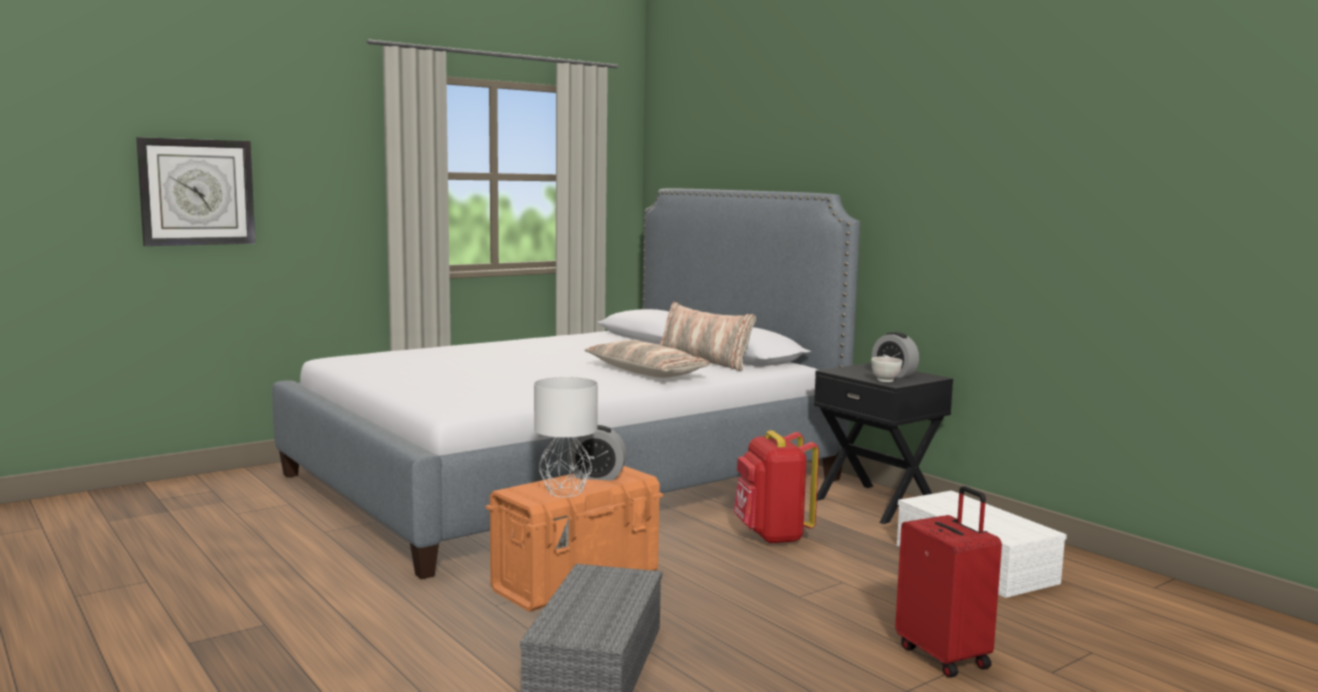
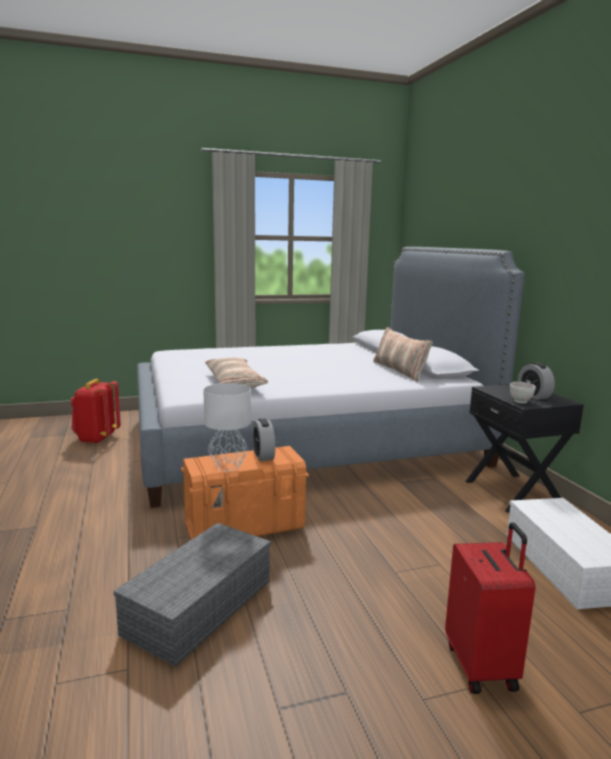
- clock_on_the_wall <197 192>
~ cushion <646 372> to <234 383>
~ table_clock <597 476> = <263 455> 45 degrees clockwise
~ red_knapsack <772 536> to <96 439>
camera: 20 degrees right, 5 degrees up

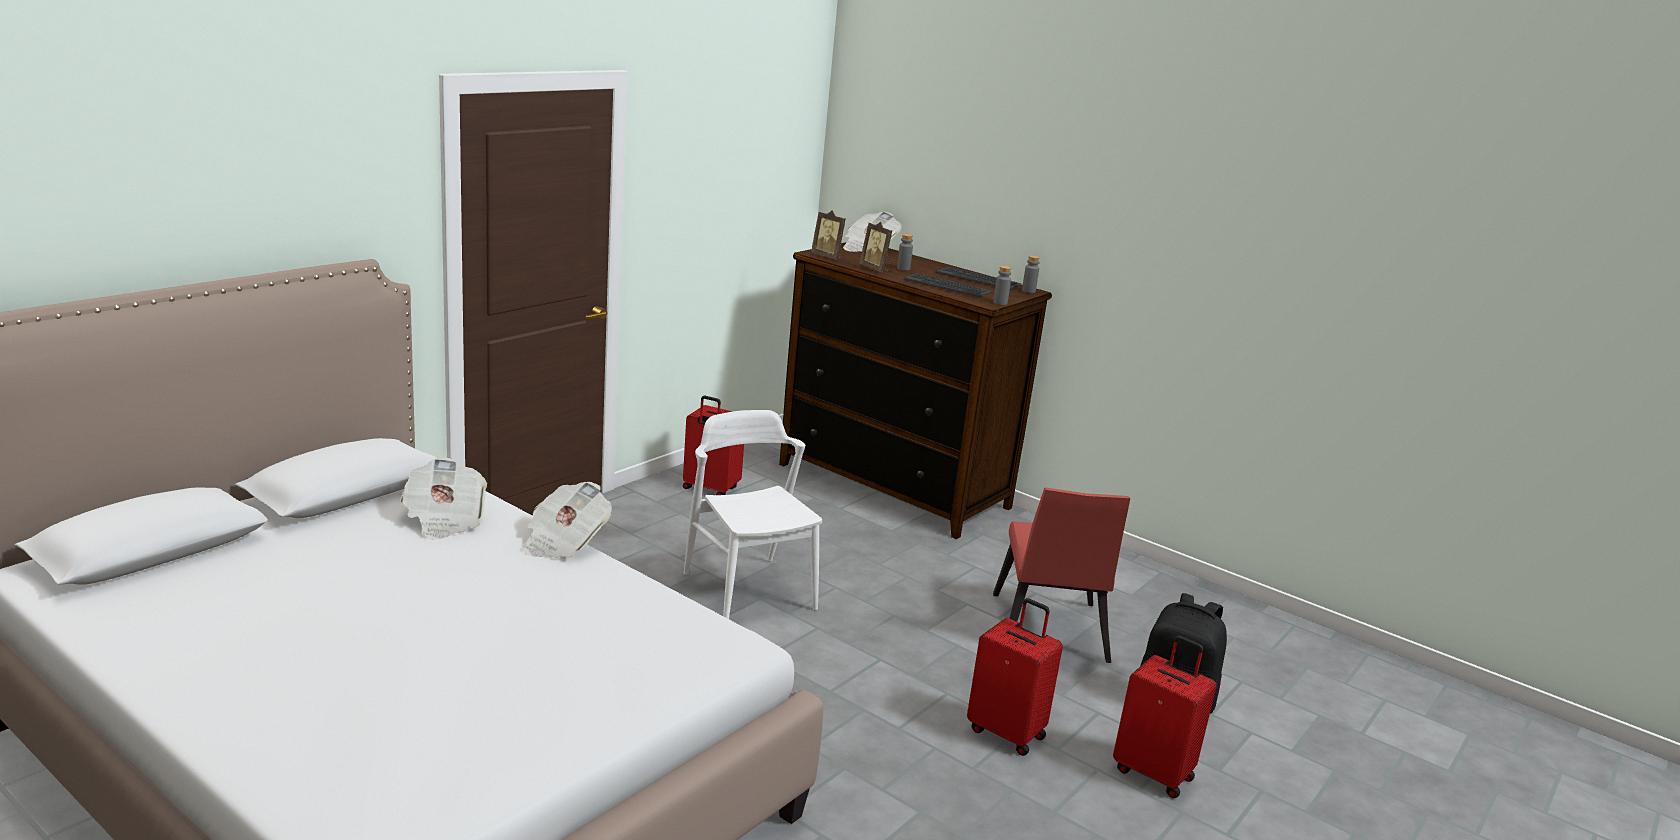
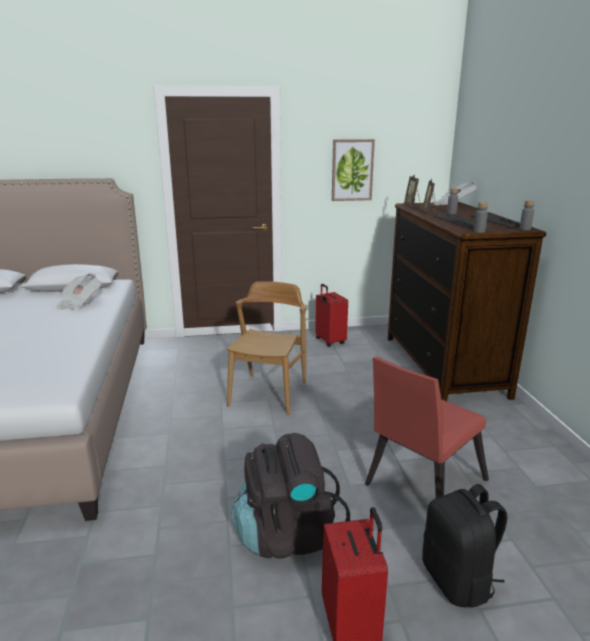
~ whitish_plain_chair <749 591> to brownish_plain_chair <269 394>
- printed_paper <564 542>
~ red_piece_of_luggage <1007 732> to blackish_knapsack <287 535>
+ wall_art <352 170>
camera: 45 degrees right, 0 degrees up

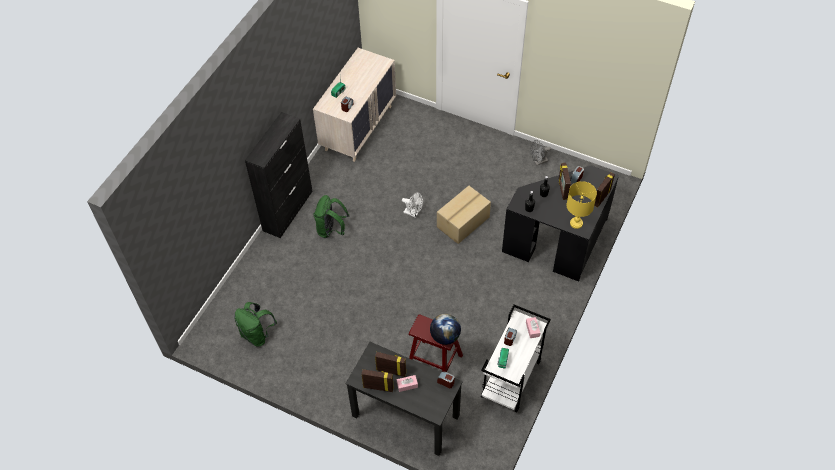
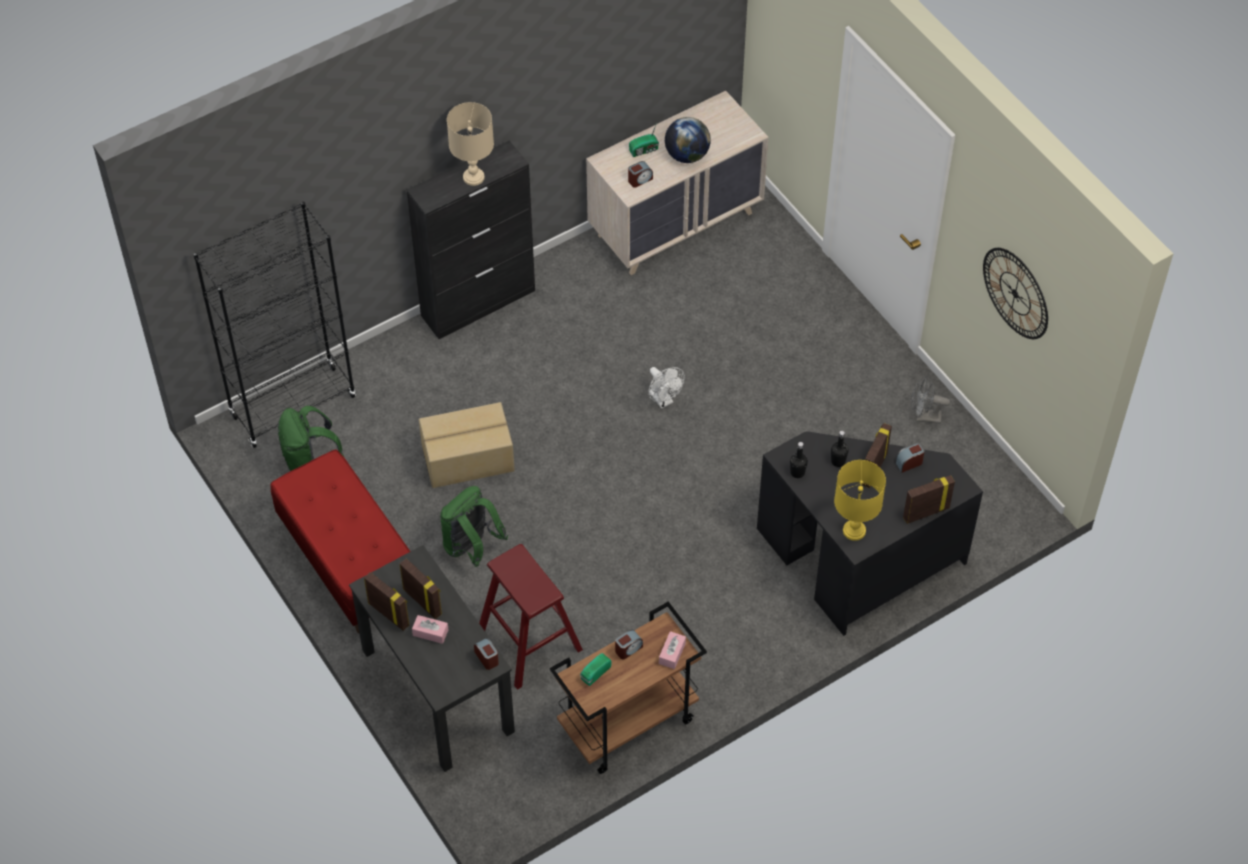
~ carton <463 222> to <468 459>
~ green-coloured_knapsack <331 230> to <471 547>
~ whitish_cart <511 380> to brownish_cart <627 724>
~ globe <445 336> to <686 155>
+ beige-coloured_lamp_for_a_table <474 177>
+ blackish_shelving_unit <293 406>
+ clock_on_the_wall <1015 293>
+ red_long_seat <349 562>
camera: 30 degrees right, 0 degrees up

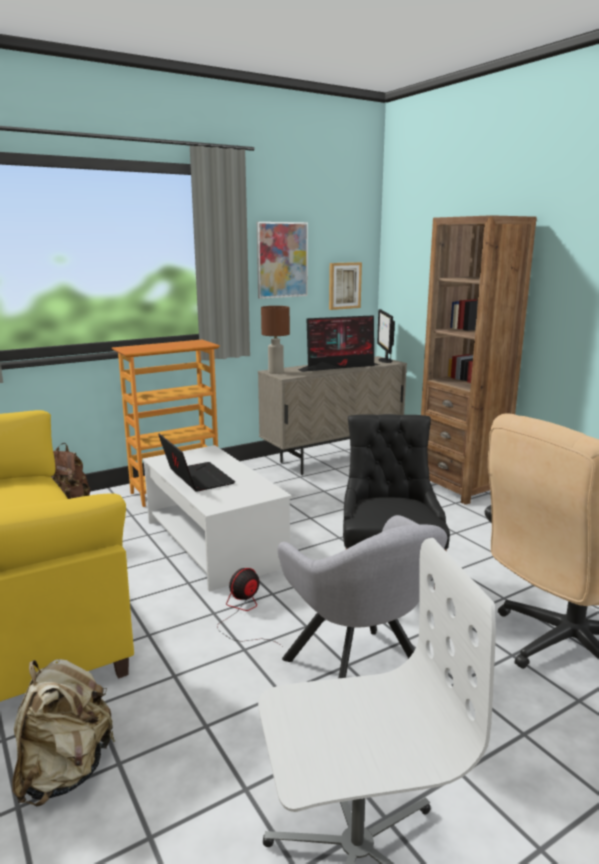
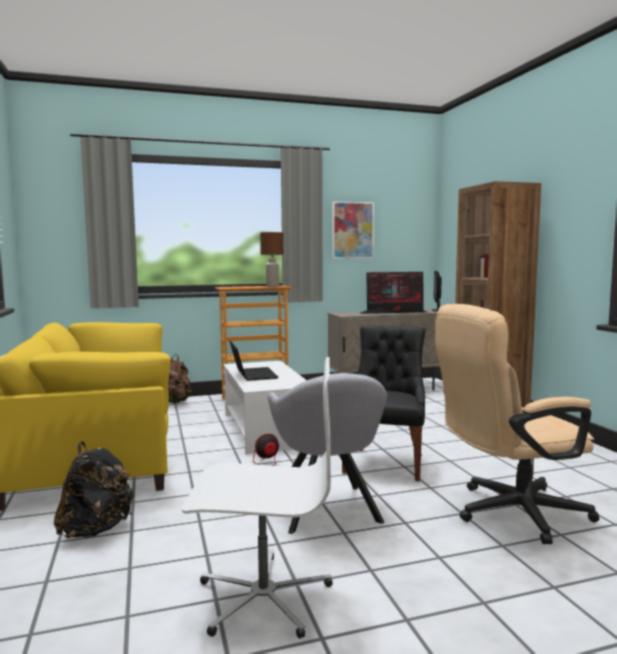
- wall_art <344 285>
~ brownish_lamp_for_a_table <275 372> to <272 286>
~ beige-coloured_knapsack <65 771> to blackish_knapsack <96 529>
camera: 15 degrees right, 10 degrees down

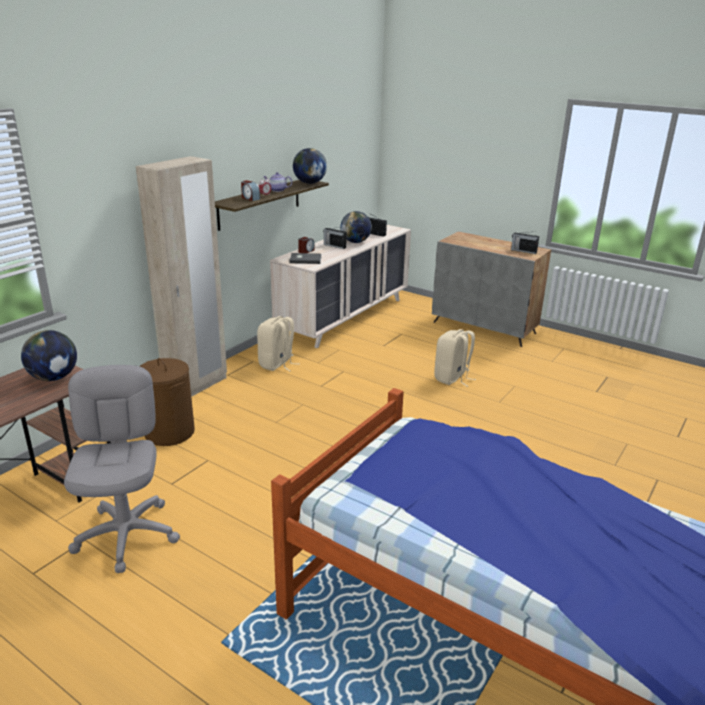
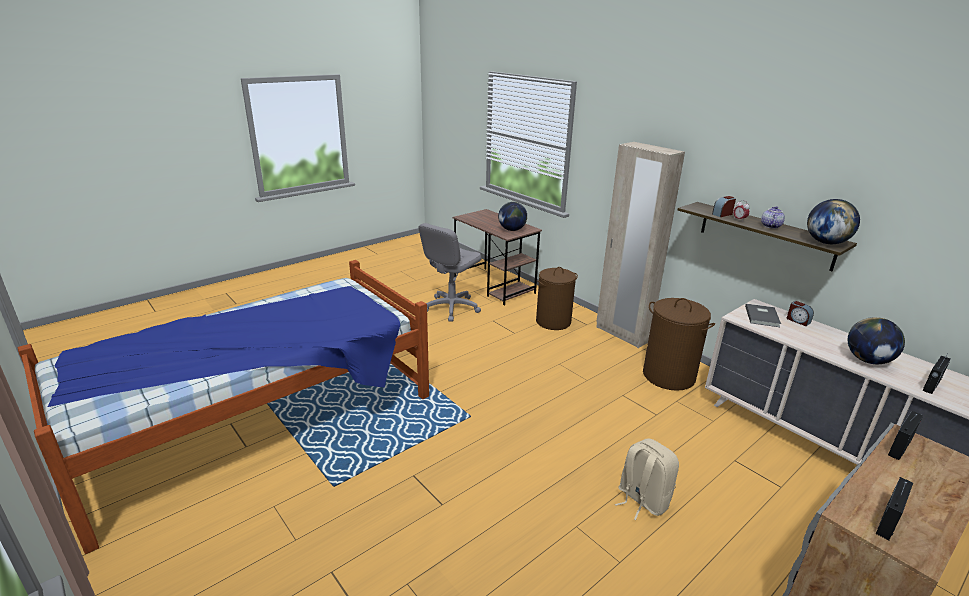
~ radio_receiver <334 246> to <900 447>
~ beige-coloured_knapsack <277 364> to brownish_laundry_basket <668 376>
~ gray_office_chair <127 535> = <451 308> 120 degrees clockwise
camera: 105 degrees right, 0 degrees up

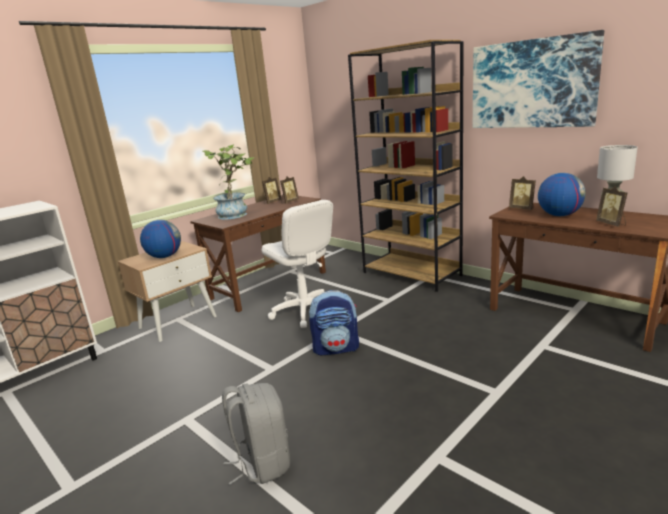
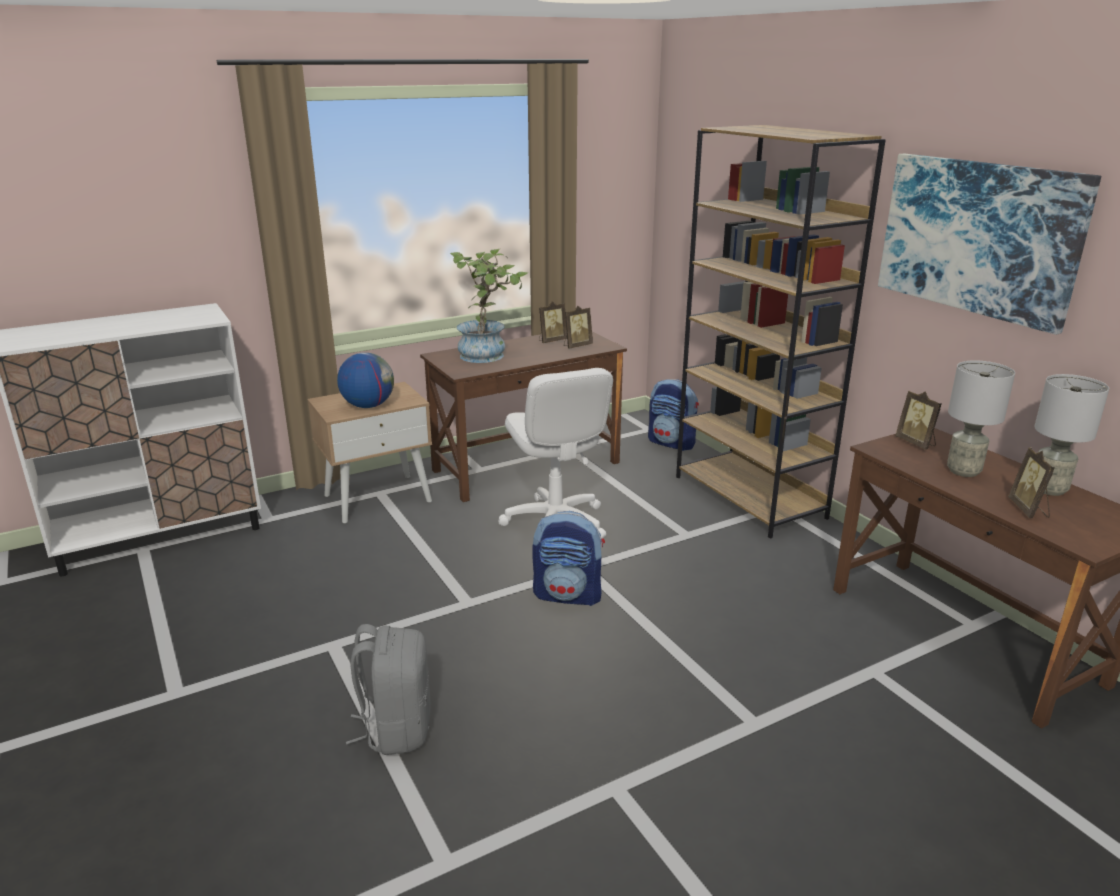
~ globe <559 215> to gray_lamp_for_a_table <962 471>
+ knapsack <672 443>
camera: 15 degrees right, 5 degrees up

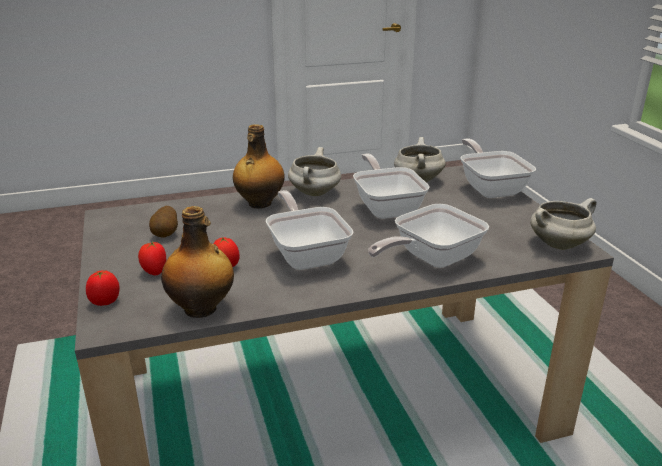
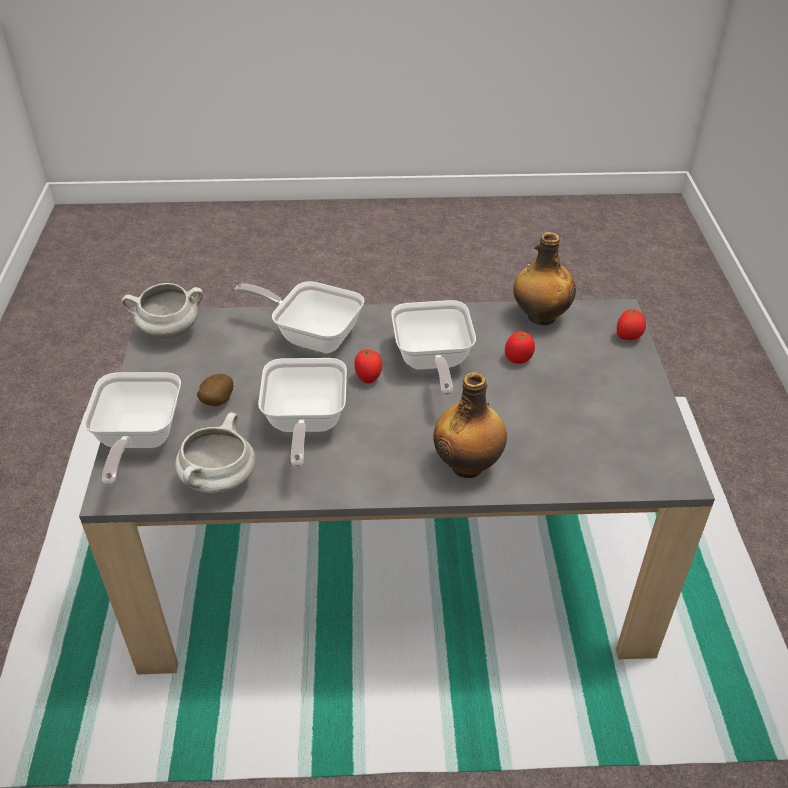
- whitish_cooking_pot <315 193>
~ frying_pan <430 259> = <311 335> 135 degrees counterclockwise
~ spud <166 234> to <216 402>
~ tomato <154 272> to <368 378>
camera: 165 degrees left, 15 degrees up

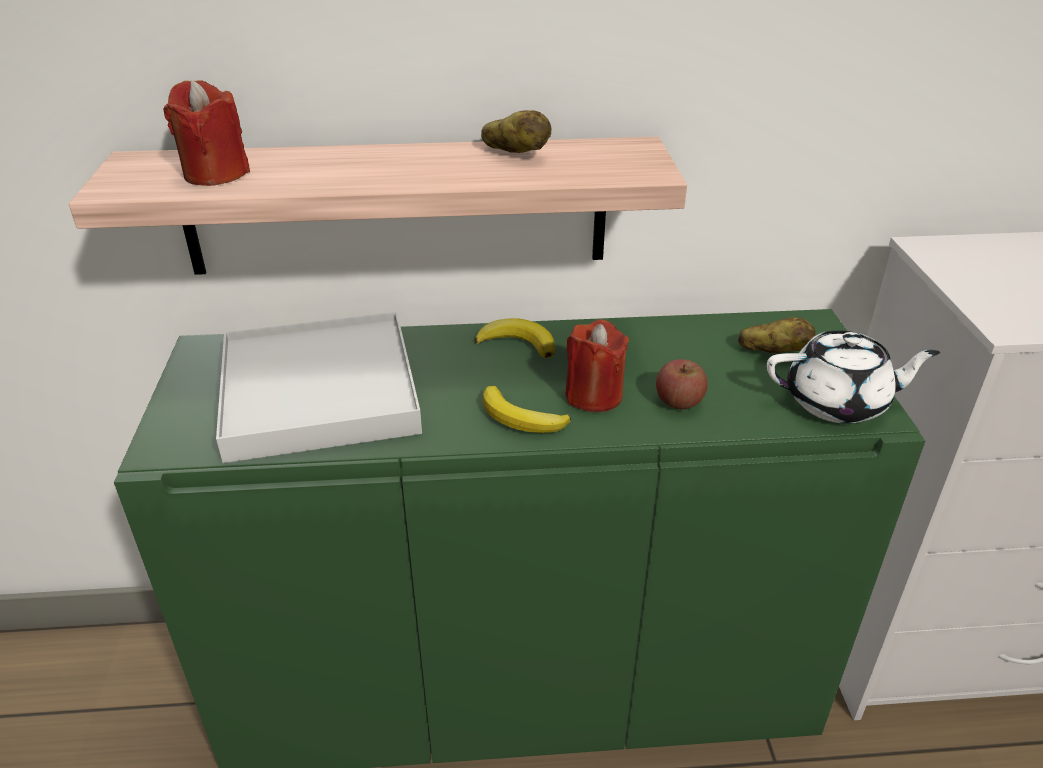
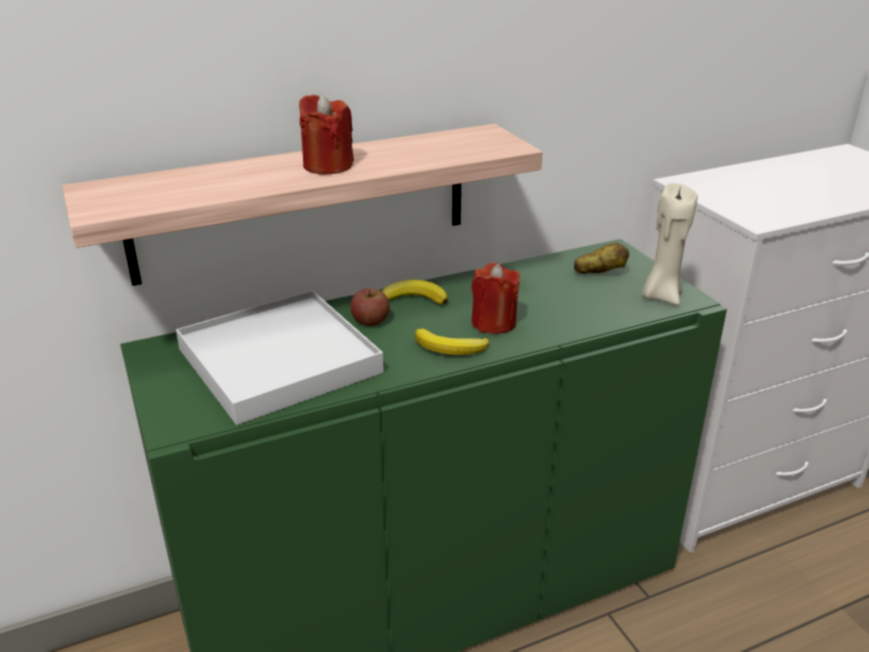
~ red_candle <215 173> to <328 166>
- spud <516 154>
~ whitish_tea_pot <838 402> to beige-coloured_candle <661 296>
~ apple <679 401> to <370 321>
camera: 20 degrees left, 5 degrees down

